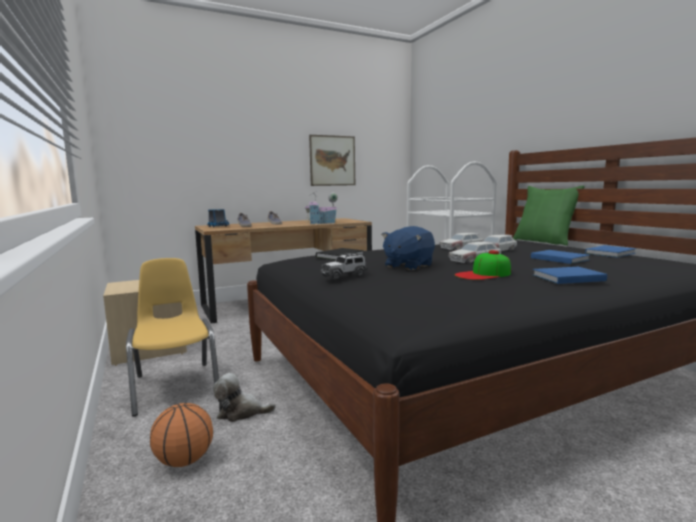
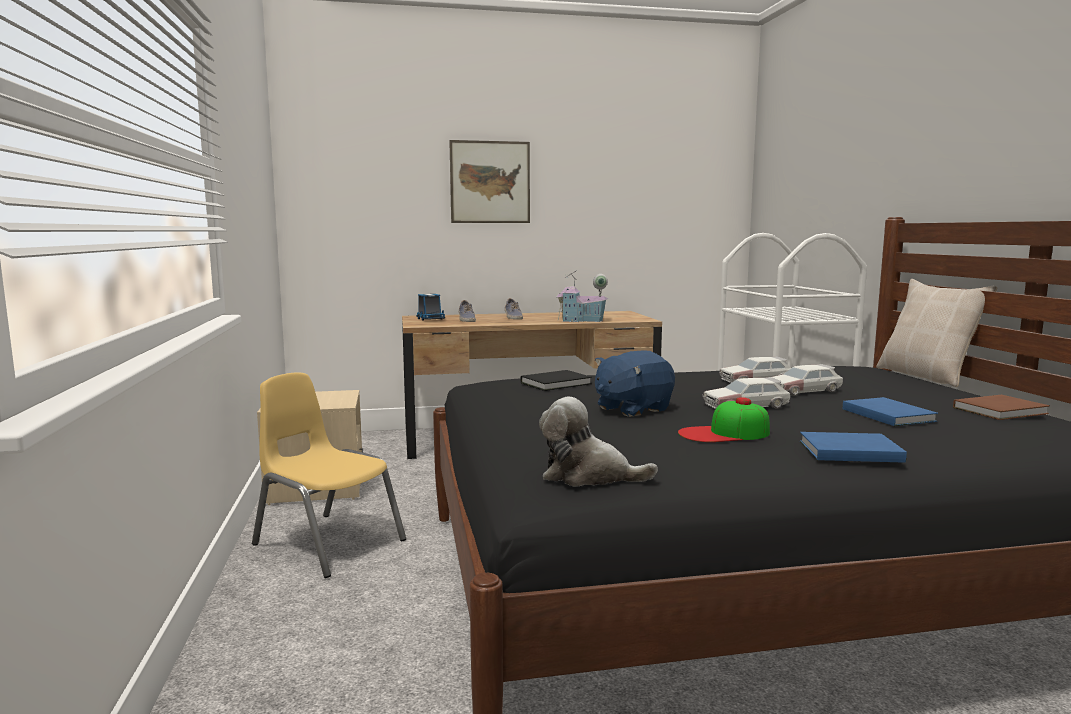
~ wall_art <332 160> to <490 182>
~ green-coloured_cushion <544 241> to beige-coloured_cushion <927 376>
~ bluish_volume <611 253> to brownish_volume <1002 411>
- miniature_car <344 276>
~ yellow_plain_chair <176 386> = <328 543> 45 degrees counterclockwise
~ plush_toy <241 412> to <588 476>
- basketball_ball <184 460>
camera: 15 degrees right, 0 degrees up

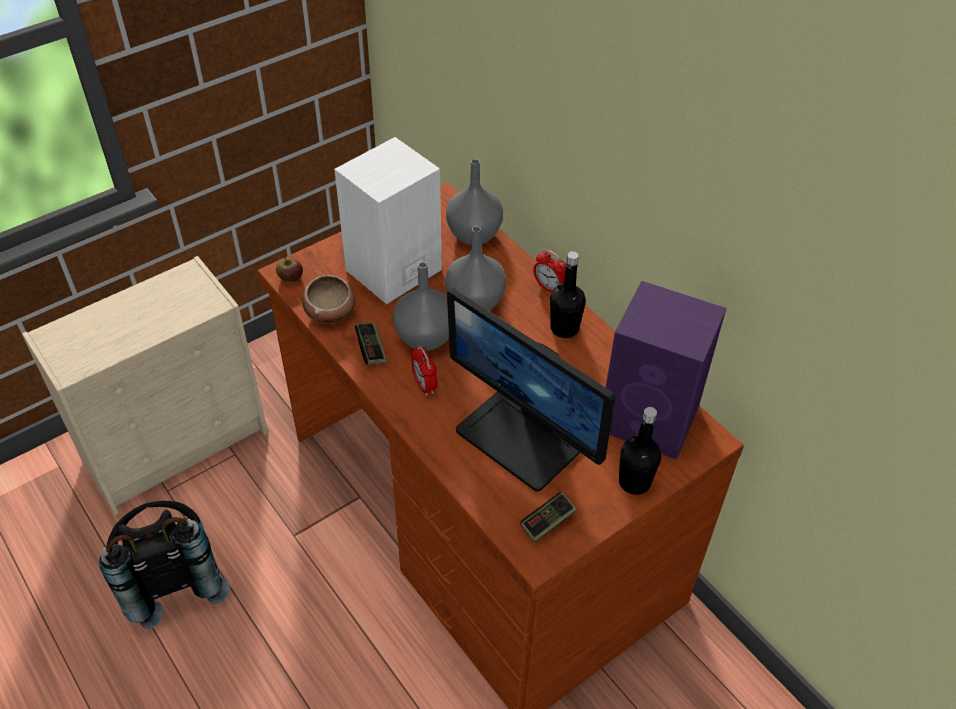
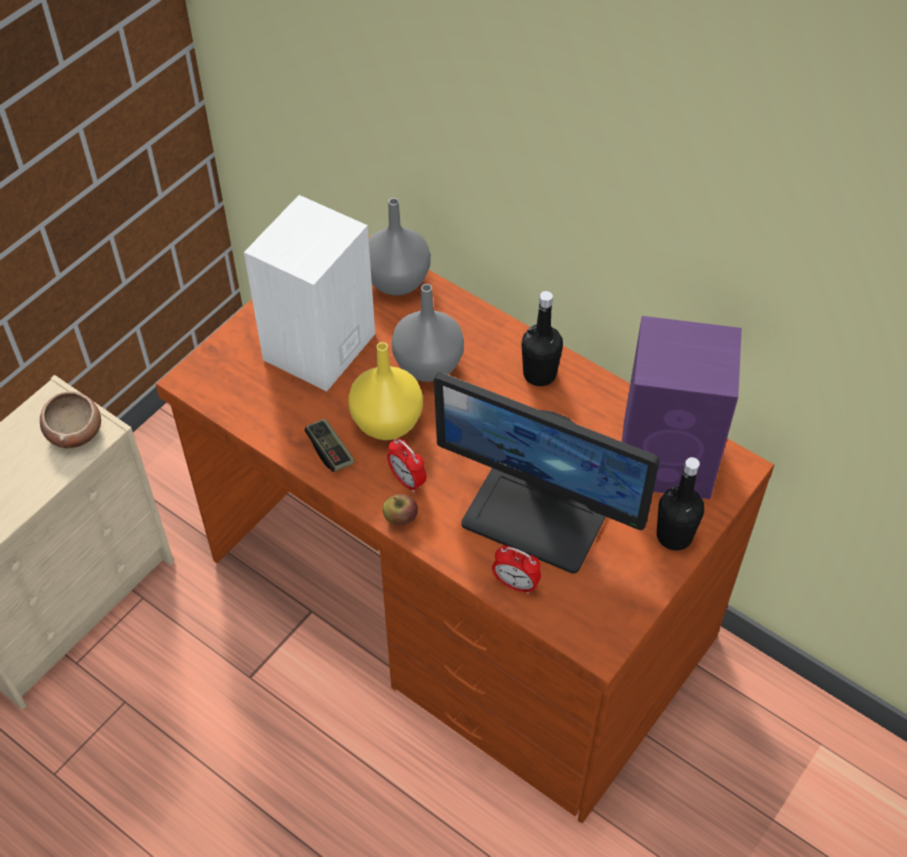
~ table_clock <549 287> to <515 584>
~ apple <290 278> to <400 518>
~ gray_vase <424 338> to yellow_vase <385 423>
~ bowl <330 311> to <75 431>
- joypad <548 522>
- blackish_knapsack <171 580>
camera: 15 degrees left, 5 degrees up

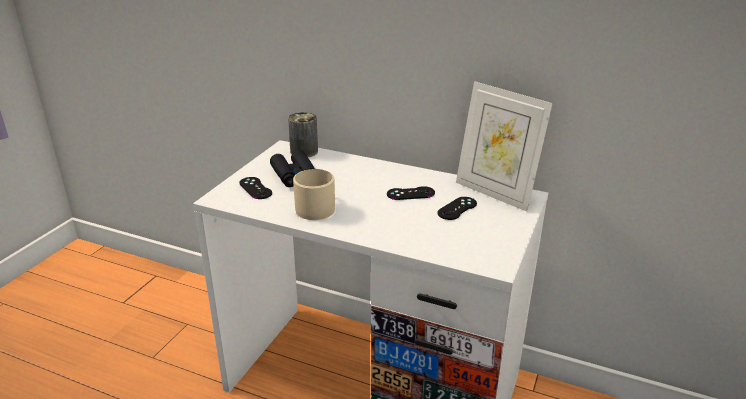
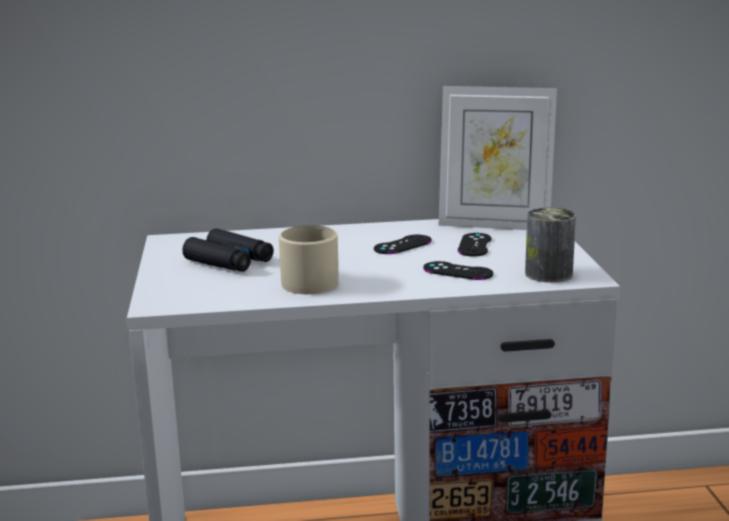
~ can <304 151> to <548 274>
~ blackish_joypad <255 188> to <458 271>
camera: 30 degrees left, 10 degrees down

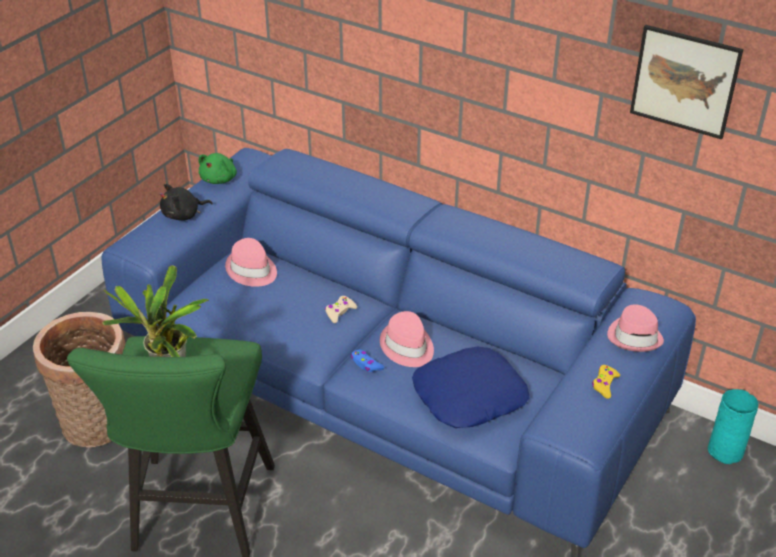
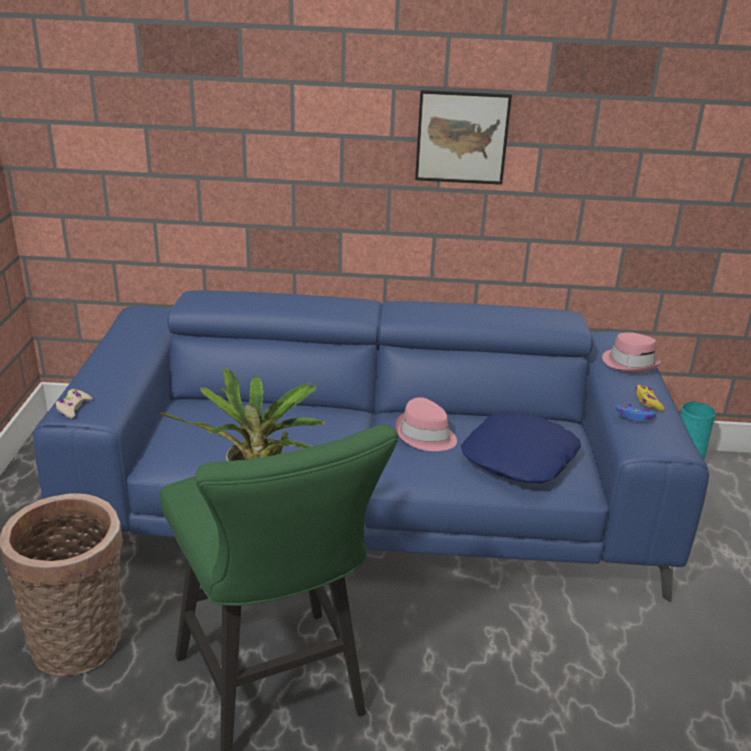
~ wall_art <684 81> to <462 137>
- green-coloured_plush_toy <220 179>
- blackish_plush_toy <183 215>
- pink-coloured_hat <251 270>
~ beige-coloured_joypad <339 312> to <73 408>
~ bluish_joypad <366 364> to <634 417>
camera: 30 degrees left, 10 degrees down

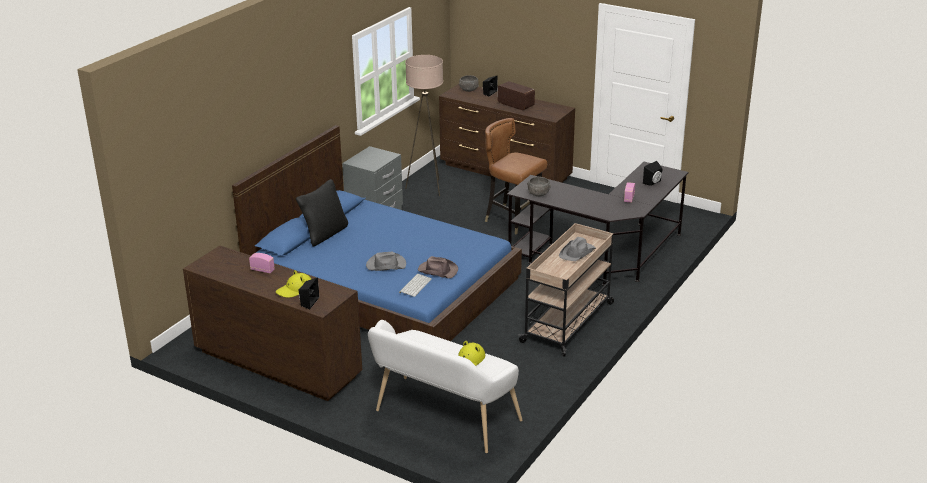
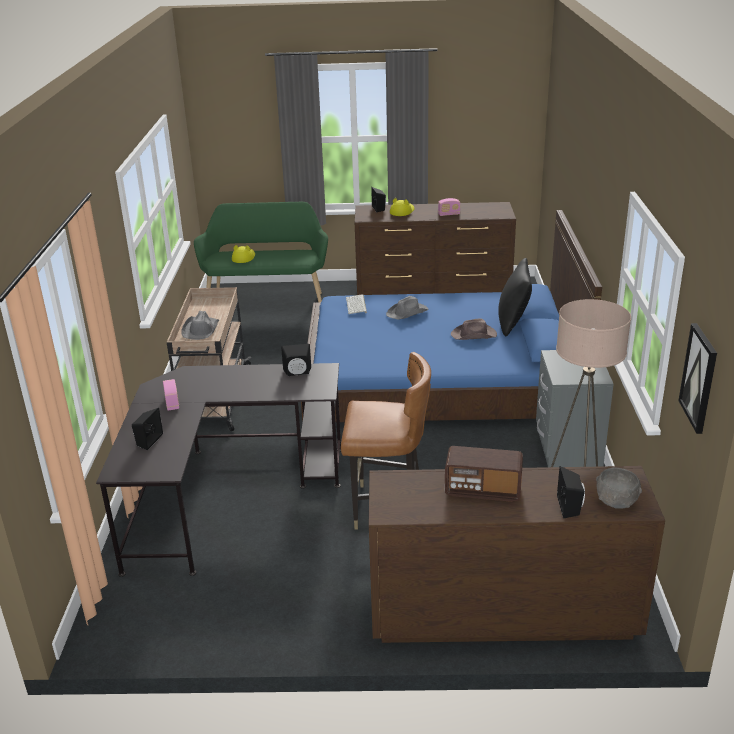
~ gray_bowl <538 194> to blackish_loudspeaker <297 373>
~ brownish_hat <437 270> to <474 335>
~ whitish_long_seat <442 418> to green-coloured_long_seat <267 303>
+ wall_art <699 378>
camera: 150 degrees right, 0 degrees up

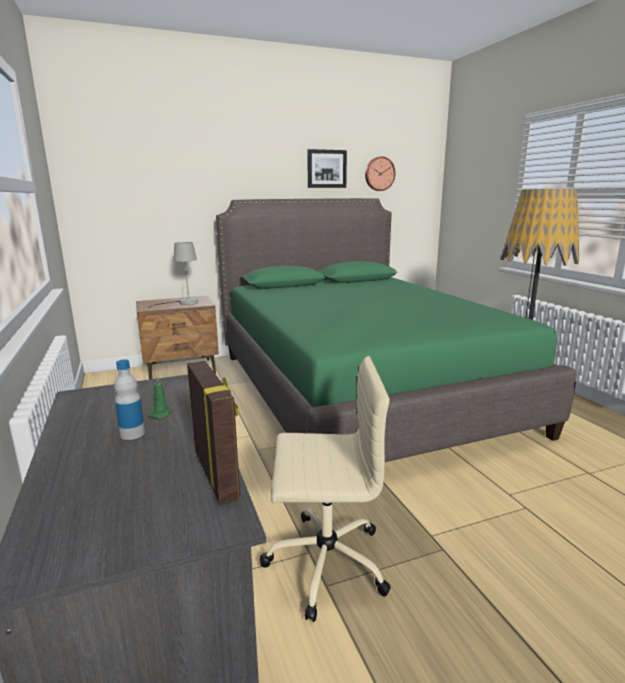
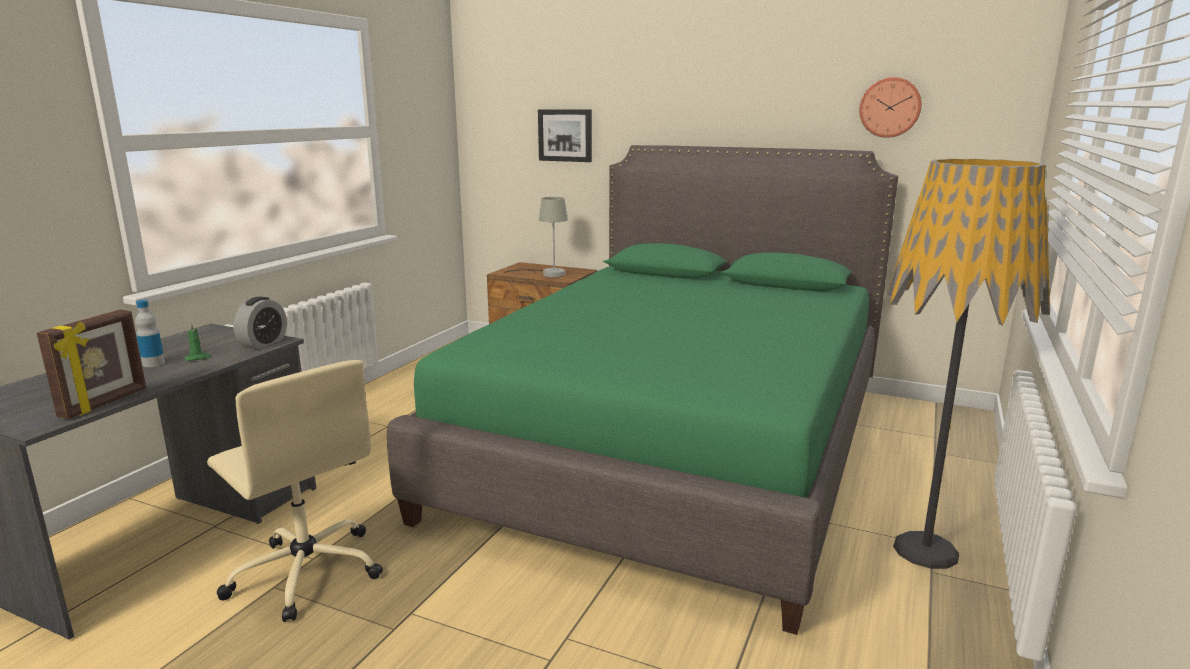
~ wall_art <326 169> to <565 135>
+ table_clock <263 343>
camera: 45 degrees right, 0 degrees up

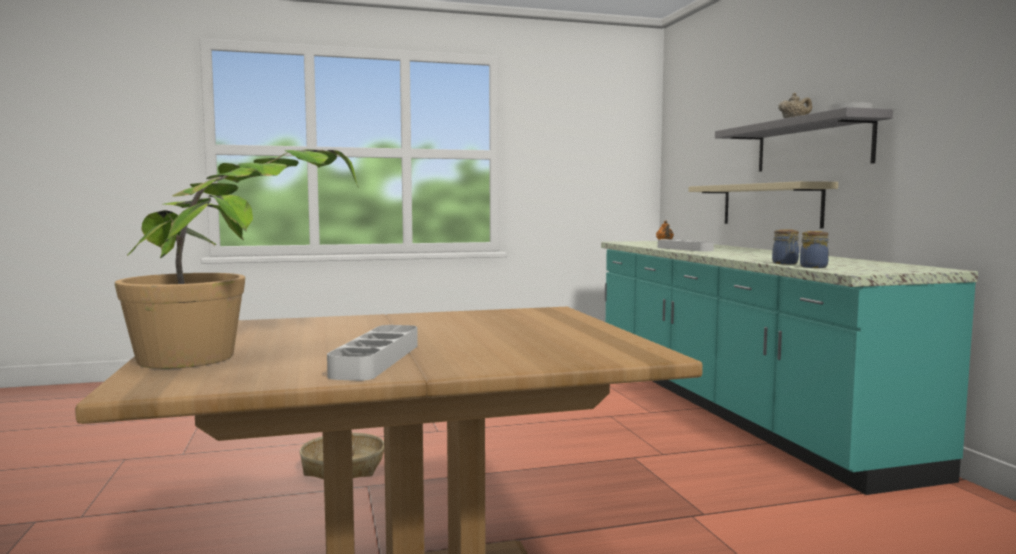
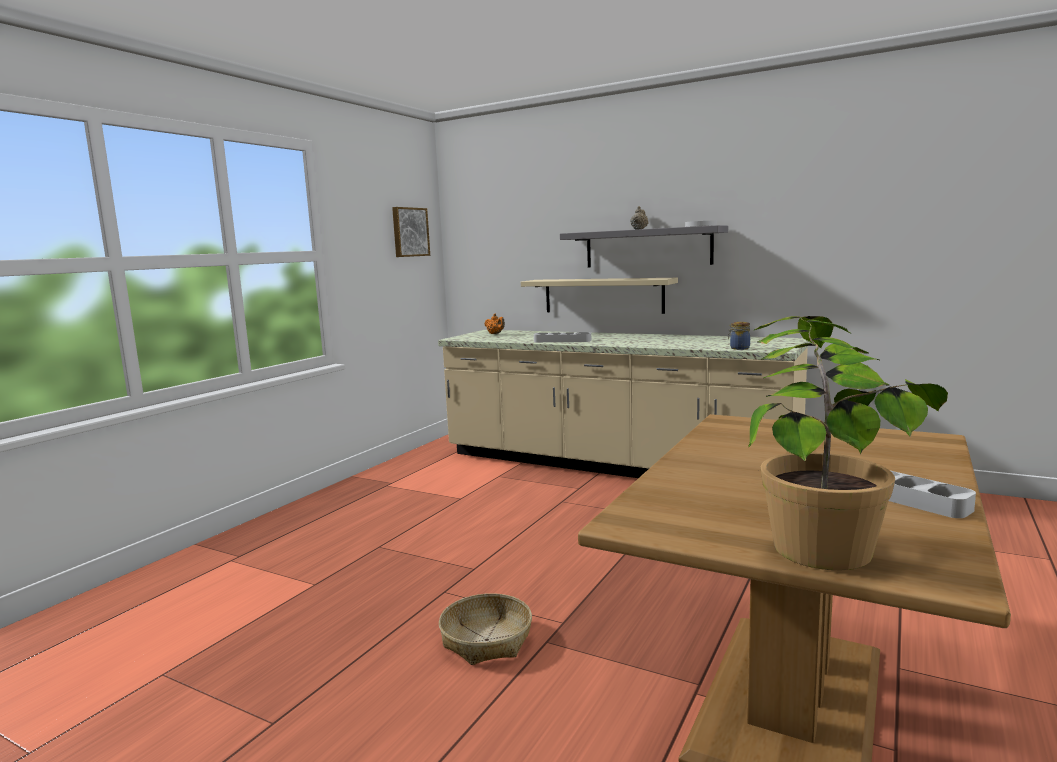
- storage_jar <785 263>
~ turquoise-coloured_counter <731 406> to beige-coloured_counter <612 465>
+ wall_art <409 232>
camera: 45 degrees left, 5 degrees up

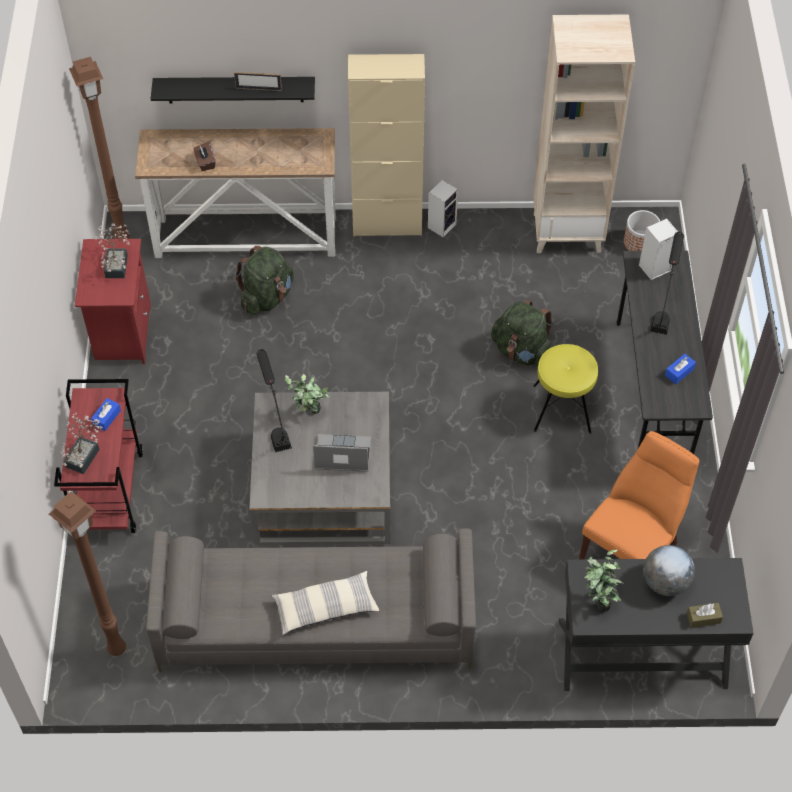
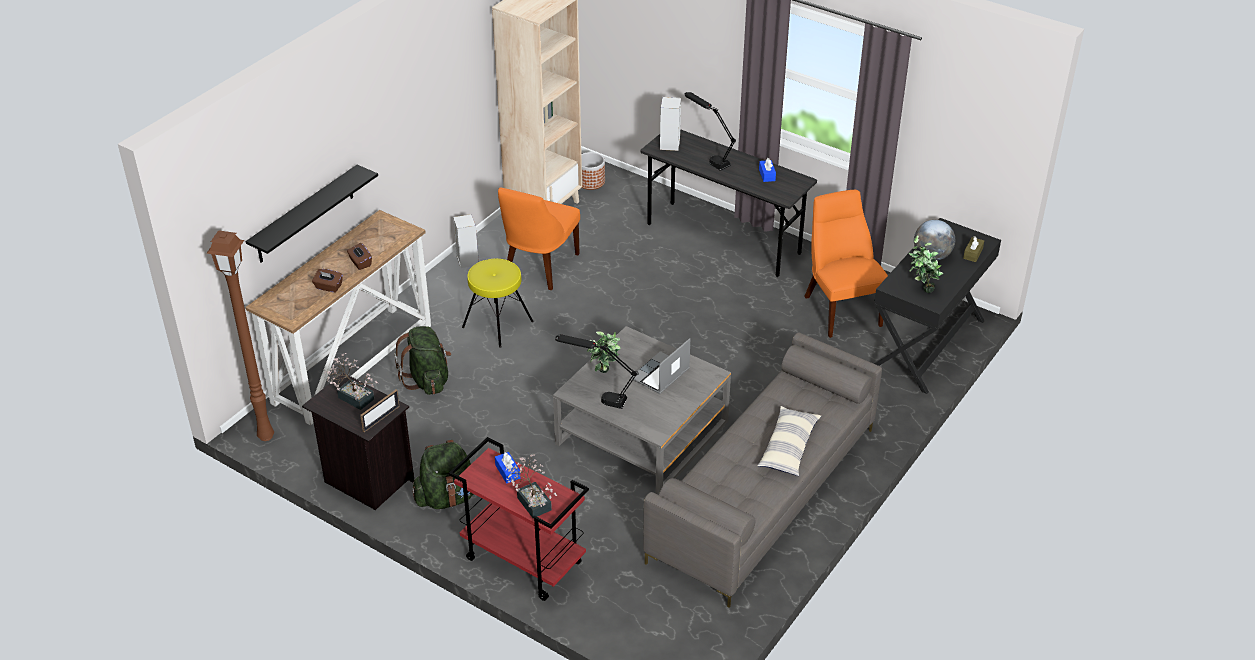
- beige-coloured_cupboard <387 224>
~ photo_frame <258 89> to <381 418>
~ red_night_table <122 333> to blackish_night_table <366 480>
~ green-coloured_knapsack <521 351> to <448 497>
~ yellow_sitting_stool <561 408> to <497 324>
- brownish_standard_lamp <117 647>
+ orange_plain_chair <539 268>
+ brownish_tissue_holder <360 263>
camera: 55 degrees left, 15 degrees down

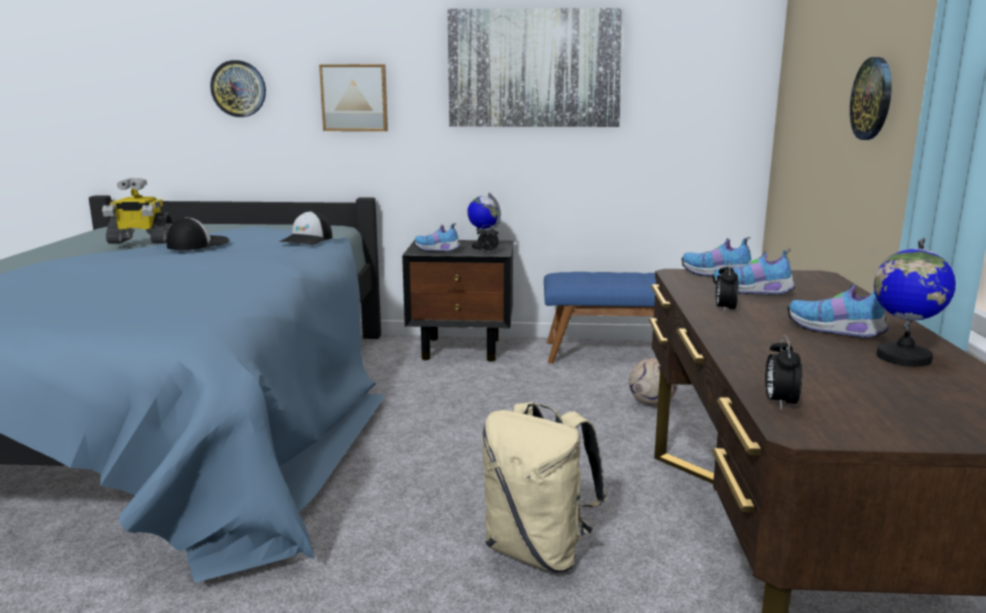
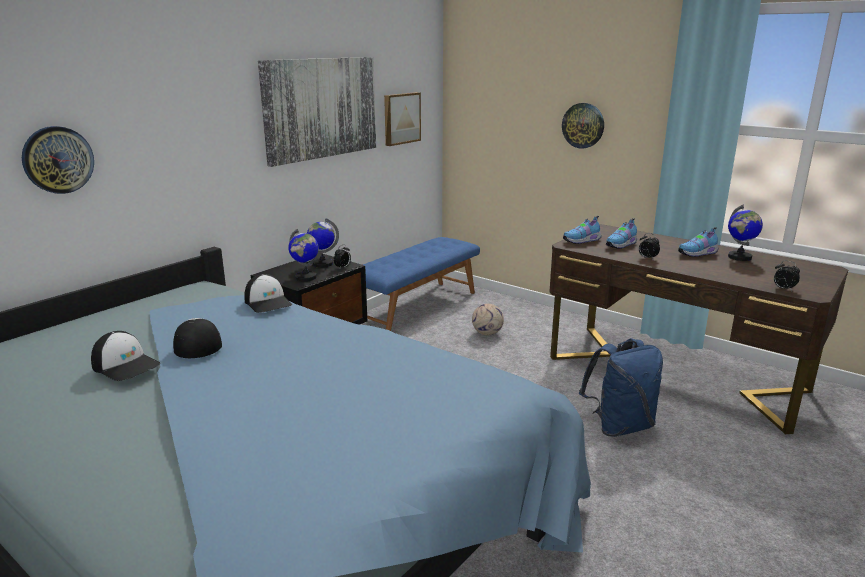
~ wall_art <354 98> to <401 118>
~ toy_robot <141 241> to cap <126 365>
~ low_shoe <438 250> to globe <306 277>
~ beige-coloured_knapsack <538 551> to bluish_knapsack <619 426>
camera: 55 degrees left, 5 degrees up

